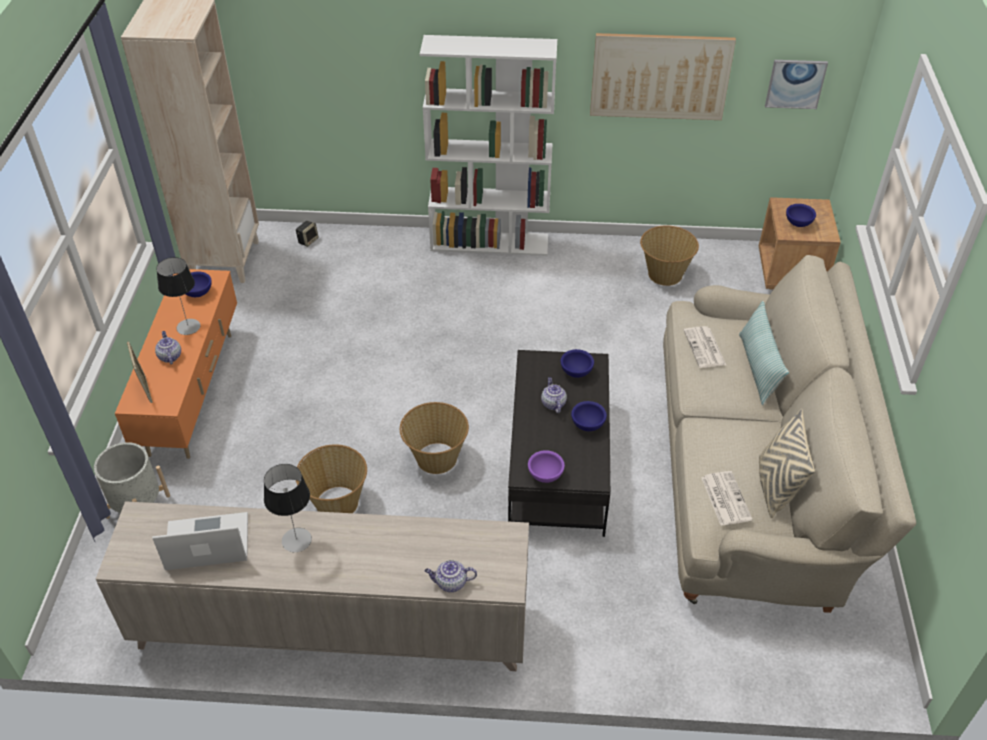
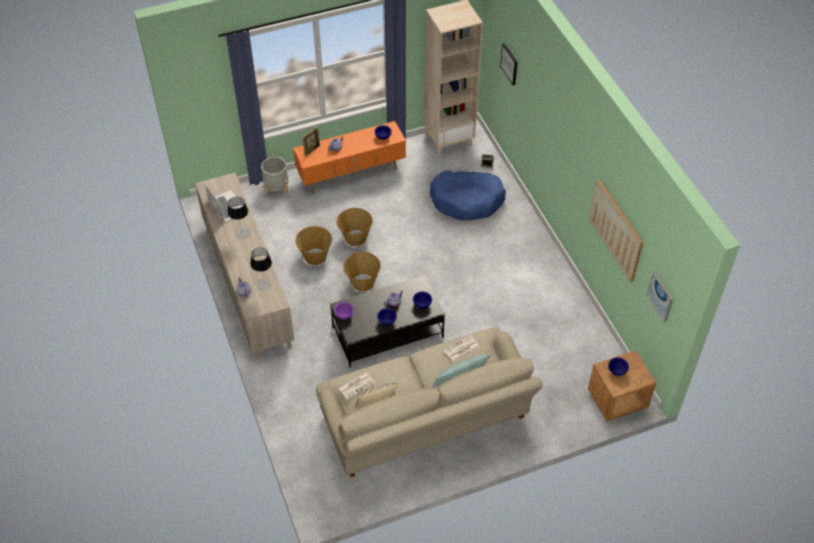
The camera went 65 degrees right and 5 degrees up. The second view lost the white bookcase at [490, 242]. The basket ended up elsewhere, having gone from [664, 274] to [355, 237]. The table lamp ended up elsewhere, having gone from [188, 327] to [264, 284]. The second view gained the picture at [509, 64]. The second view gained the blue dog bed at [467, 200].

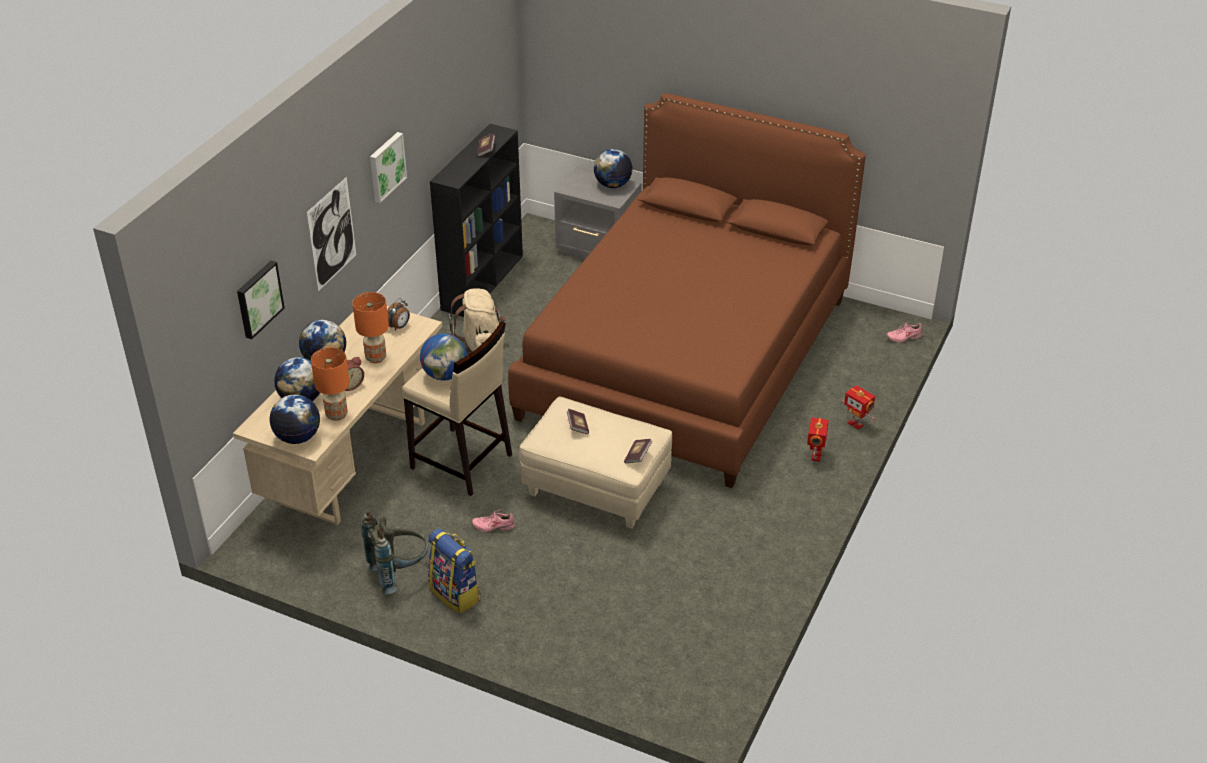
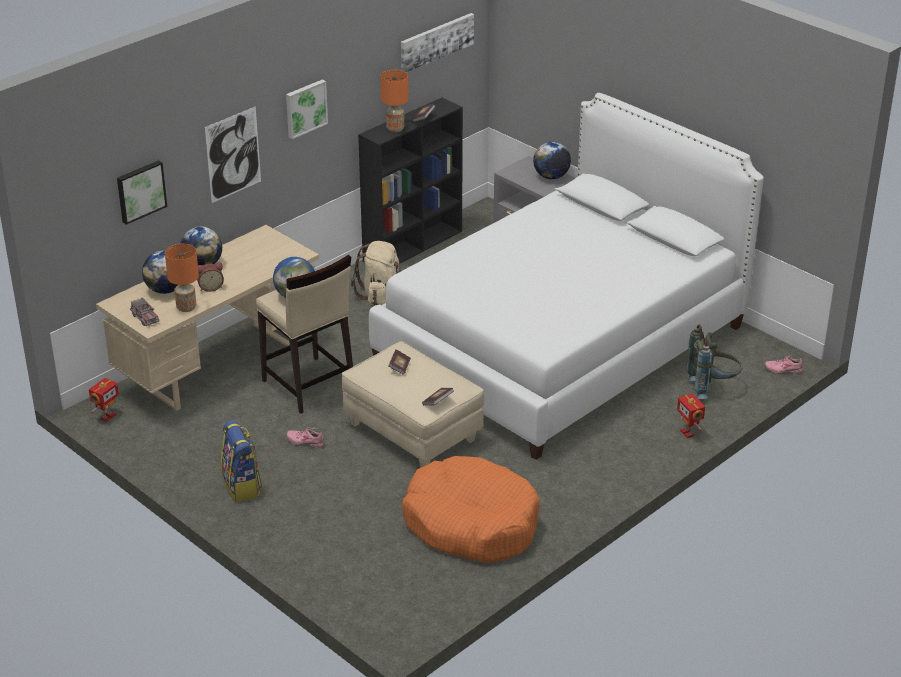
The camera went 20 degrees right and 5 degrees down. What was the brown bed at [687, 357] turned into the white bed at [562, 344]. The orange table lamp ended up elsewhere, having gone from [376, 358] to [395, 129]. The second view lost the alarm clock at [399, 327]. Where the globe stood at [298, 437], the toy truck came to stand at [145, 318]. The toy robot ended up elsewhere, having gone from [815, 456] to [107, 416]. The grey backpack ended up elsewhere, having gone from [399, 572] to [712, 387]. The second view gained the picture at [436, 42]. The second view gained the orange dog bed at [471, 523].

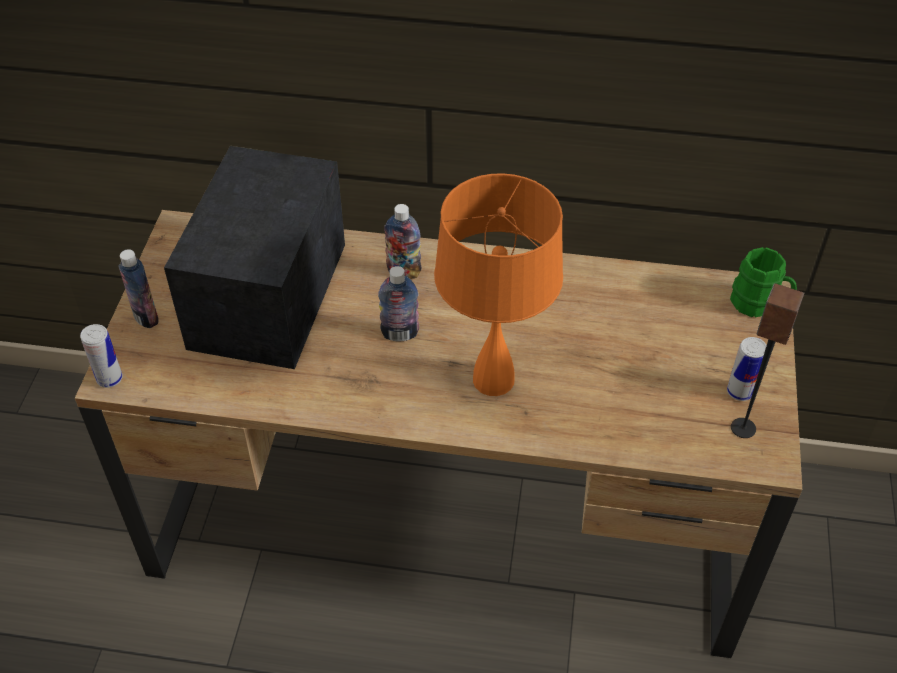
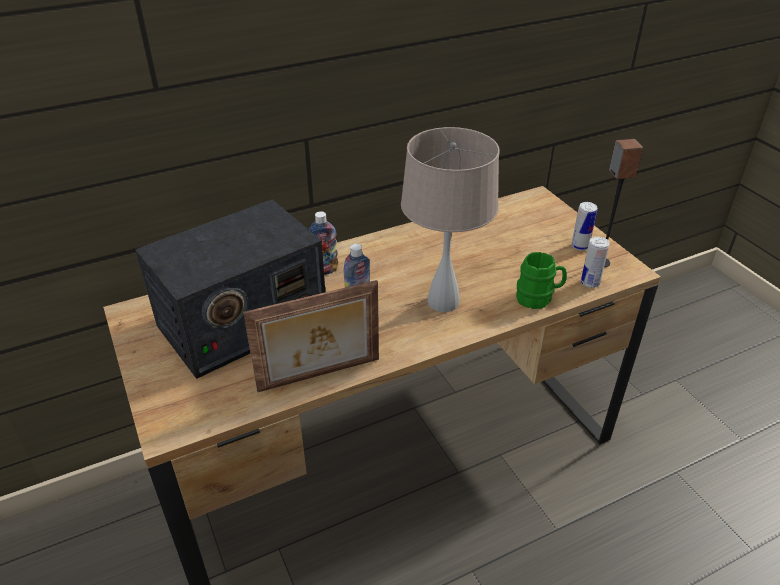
The camera went 35 degrees left and 10 degrees down. The radio at [269, 294] ended up facing another way, 105 degrees counterclockwise from before. What was the orange table lamp at [492, 379] turned into the beige table lamp at [442, 302]. The green mug ended up elsewhere, having gone from [759, 304] to [538, 298]. The second view lost the bottle at [146, 317]. The can ended up elsewhere, having gone from [109, 379] to [590, 283]. The second view gained the picture frame at [320, 376].

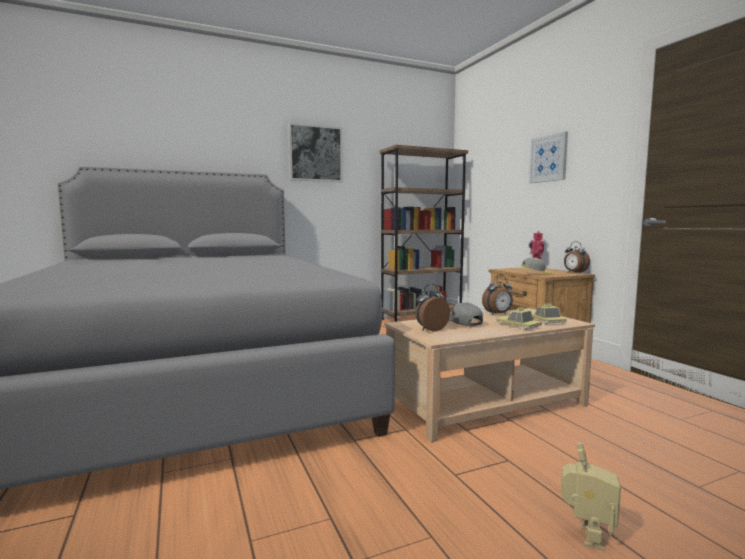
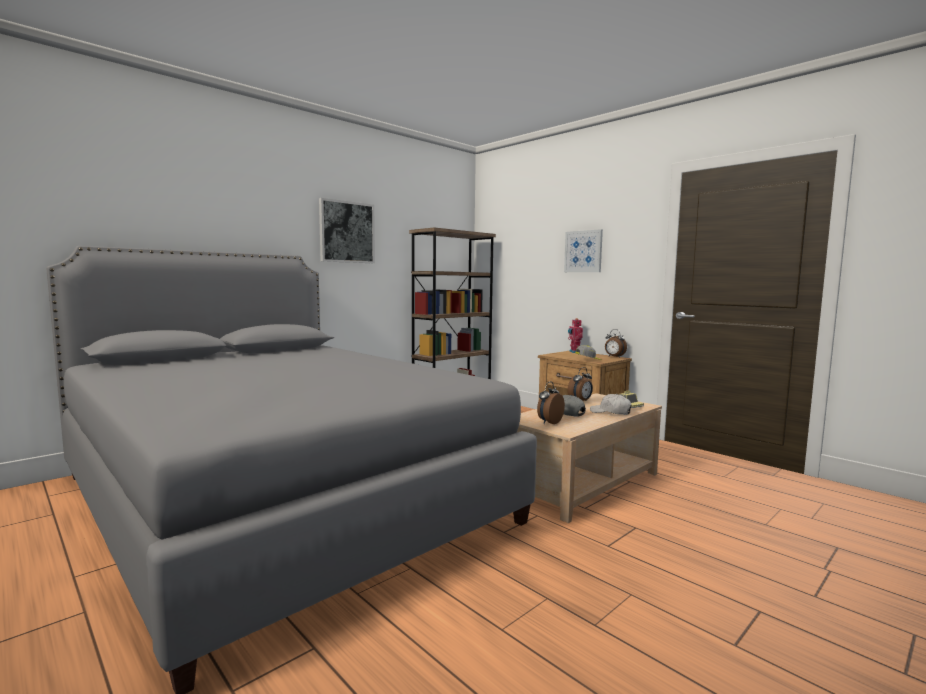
The camera went 20 degrees left and 0 degrees up. Where the toy car stood at [518, 326], the white cap came to stand at [610, 412]. The second view lost the toy robot at [586, 536].

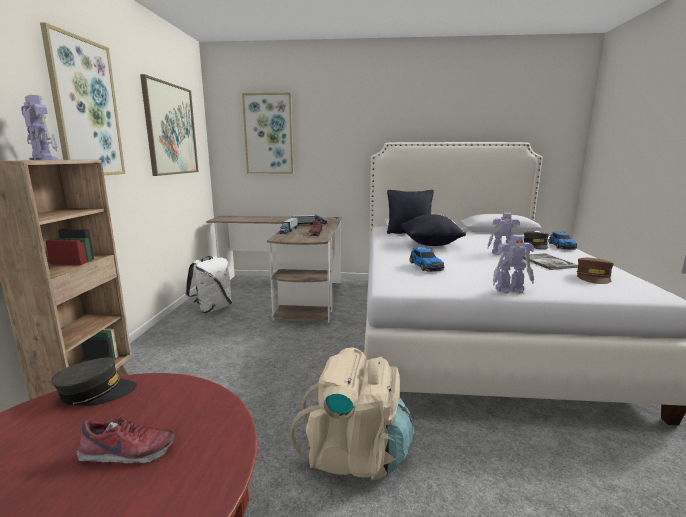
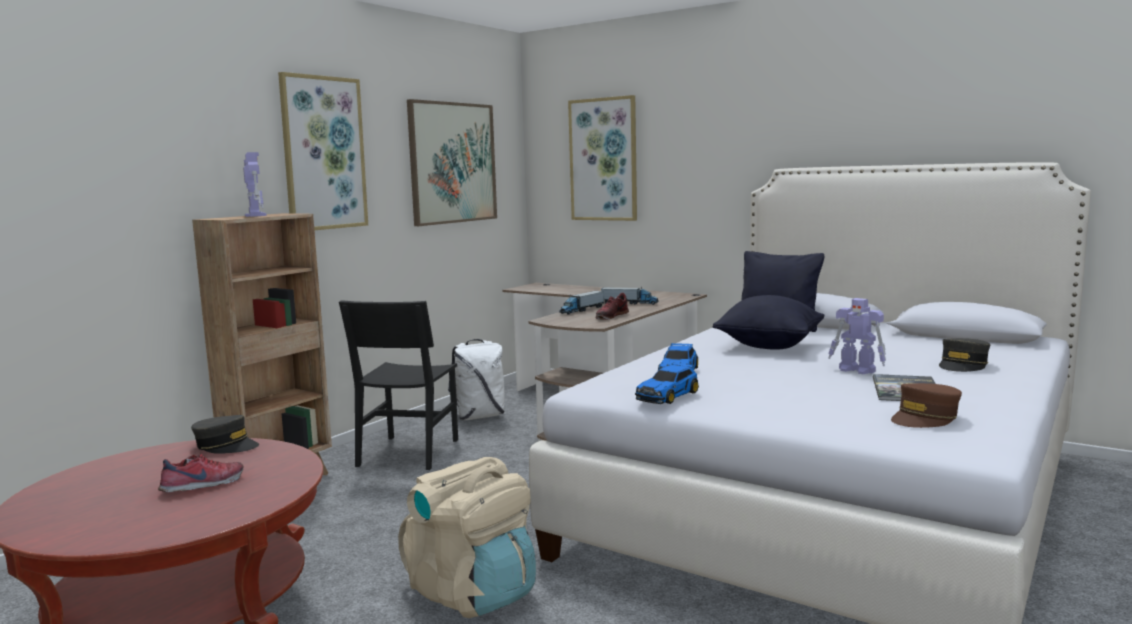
The camera went 30 degrees right and 5 degrees down. The toy car ended up elsewhere, having gone from [562, 246] to [668, 395]. The second view lost the toy robot at [510, 290]. The shoe at [126, 454] ended up facing another way, 60 degrees counterclockwise from before. The second view gained the black chair at [408, 452].

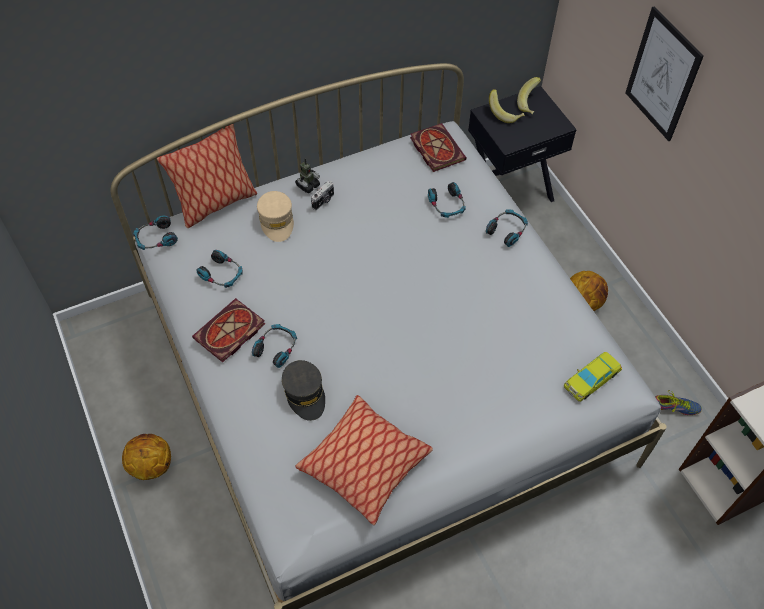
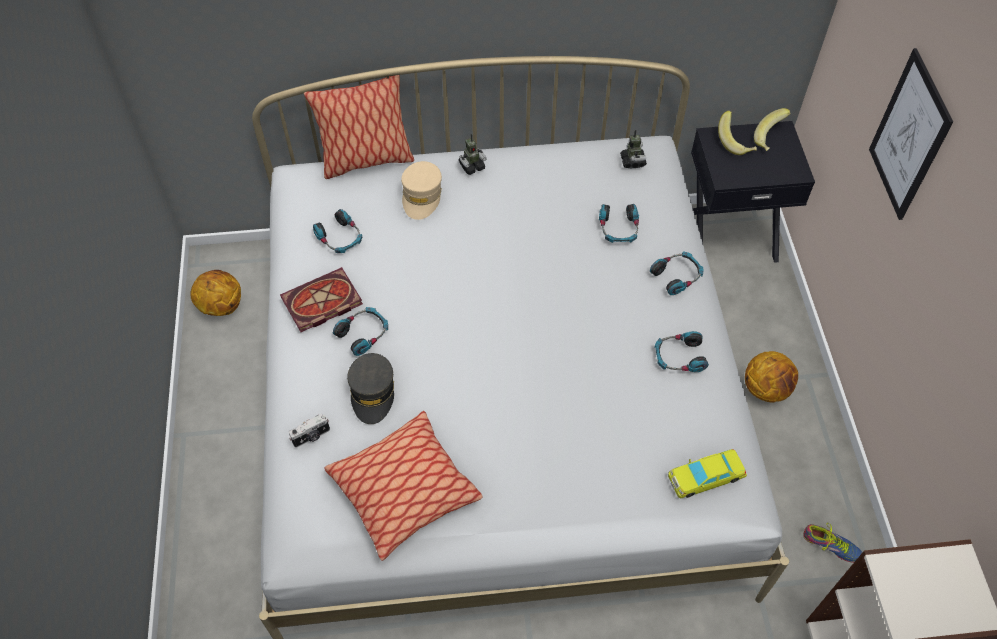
The camera went 20 degrees right and 0 degrees up. Where the book stood at [435, 148], the toy robot came to stand at [632, 161]. The photo camera ended up elsewhere, having gone from [323, 201] to [312, 437]. The headphones ended up elsewhere, having gone from [156, 238] to [679, 357]. The basketball ended up elsewhere, having gone from [150, 466] to [221, 306].

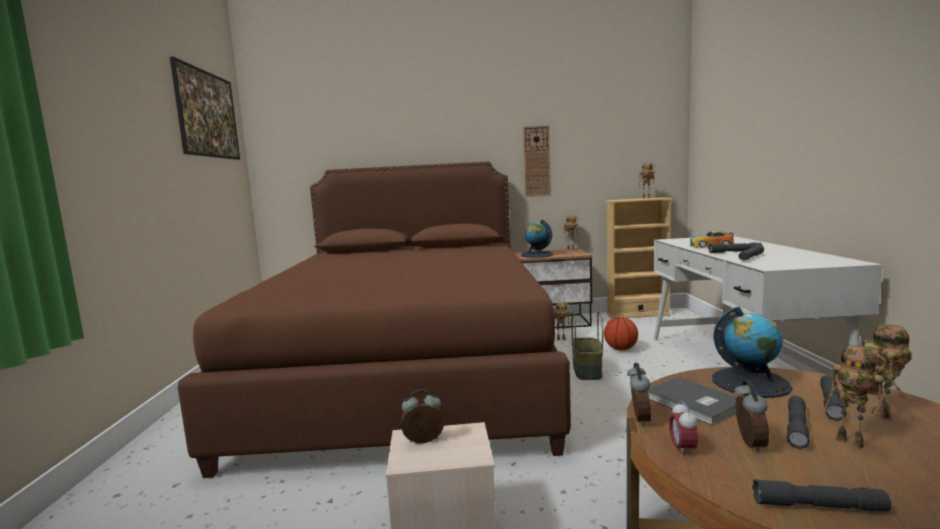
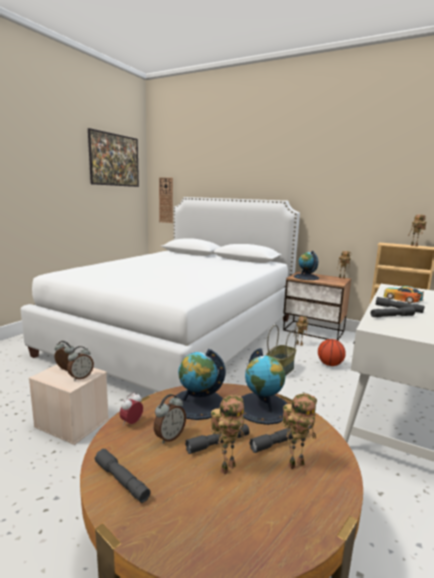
The camera went 30 degrees right and 5 degrees up. The wall clock ended up elsewhere, having gone from [537, 161] to [166, 200]. What was the brown bed at [407, 371] turned into the white bed at [178, 335]. The toy robot at [852, 443] ended up facing another way, 135 degrees counterclockwise from before. The alarm clock ended up elsewhere, having gone from [638, 419] to [81, 377]. Where the grey book stood at [693, 403], the globe came to stand at [197, 404].

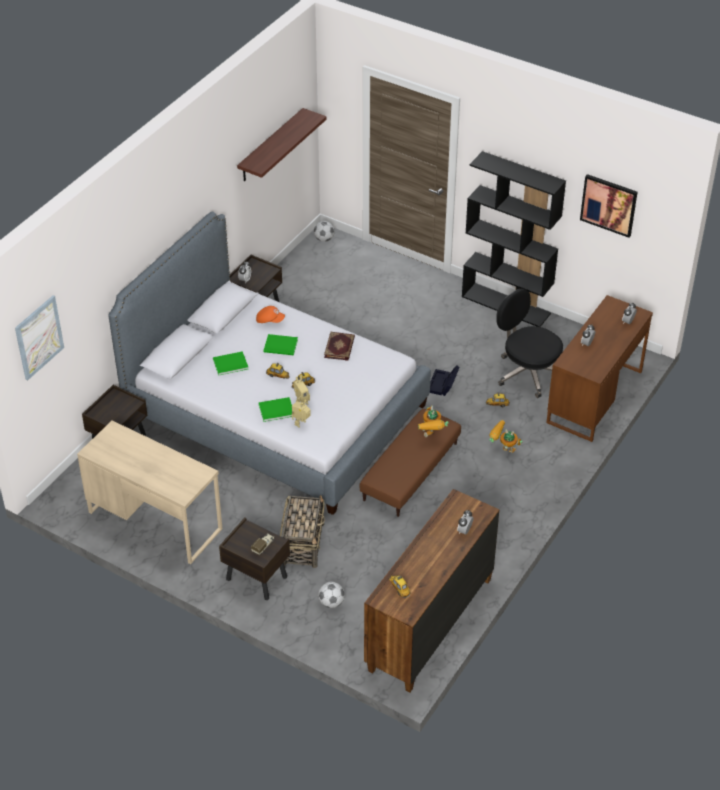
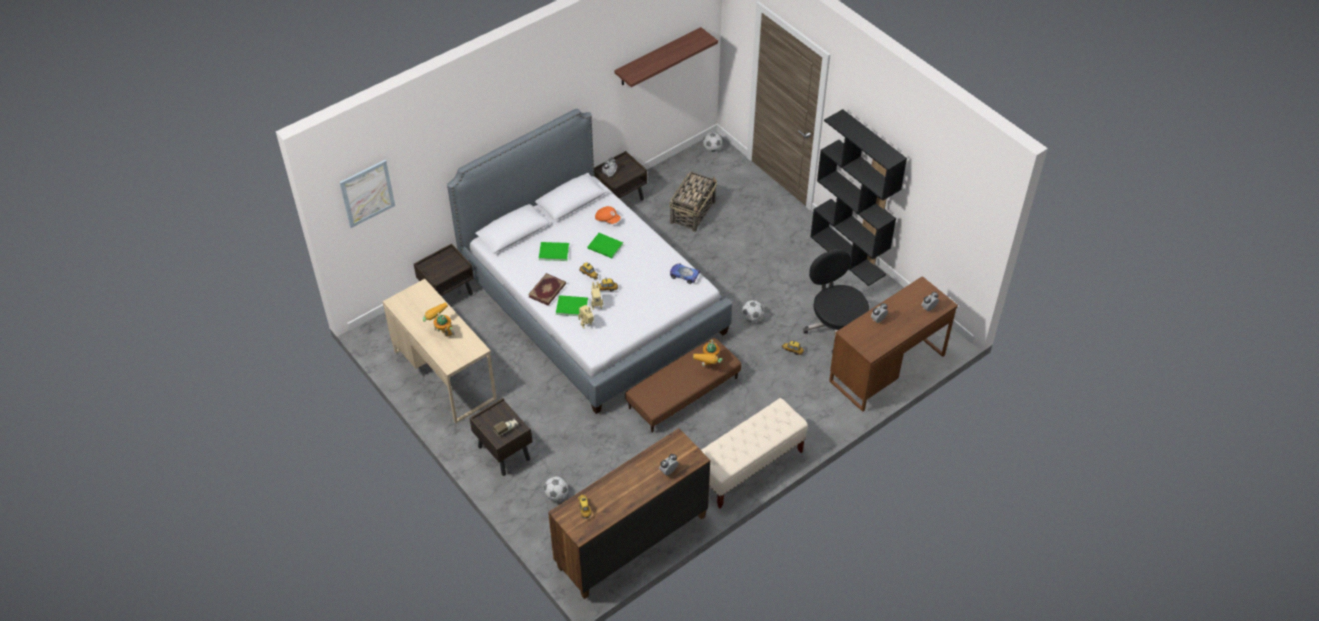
The camera went 20 degrees right and 5 degrees up. The second view lost the picture at [609, 205]. The book ended up elsewhere, having gone from [340, 347] to [548, 291]. Where the black storage box stood at [443, 385], the football came to stand at [752, 318]. The toy robot ended up elsewhere, having gone from [502, 450] to [442, 331]. The basket ended up elsewhere, having gone from [303, 543] to [693, 212]. The second view gained the toy car at [684, 275]. The second view gained the beige bench at [748, 467].

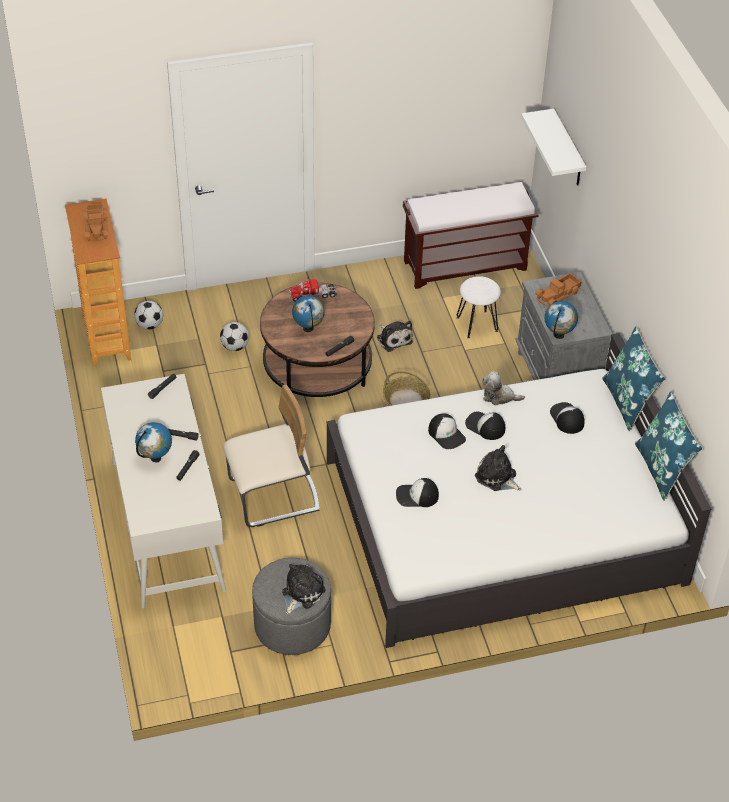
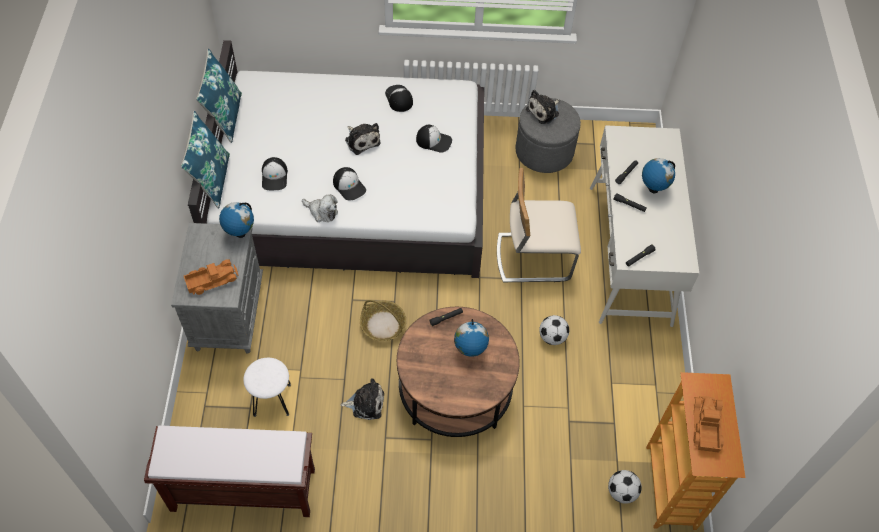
The camera went 165 degrees left and 10 degrees up. The second view lost the white shelf at [568, 150]. The second view lost the toy truck at [313, 295]. The plush toy at [393, 339] ended up facing another way, 105 degrees clockwise from before. The football ended up elsewhere, having gone from [235, 346] to [552, 337]. The cap ended up elsewhere, having gone from [446, 434] to [398, 99].

